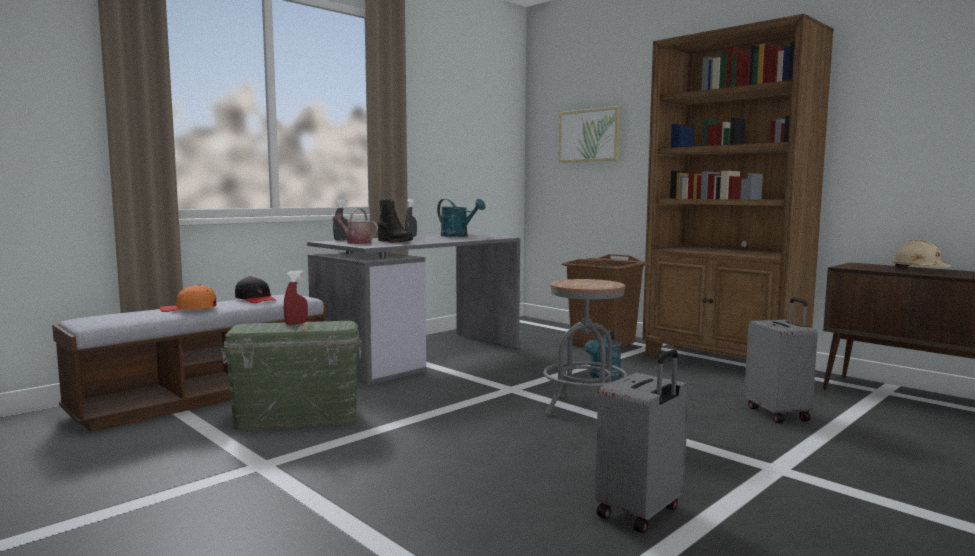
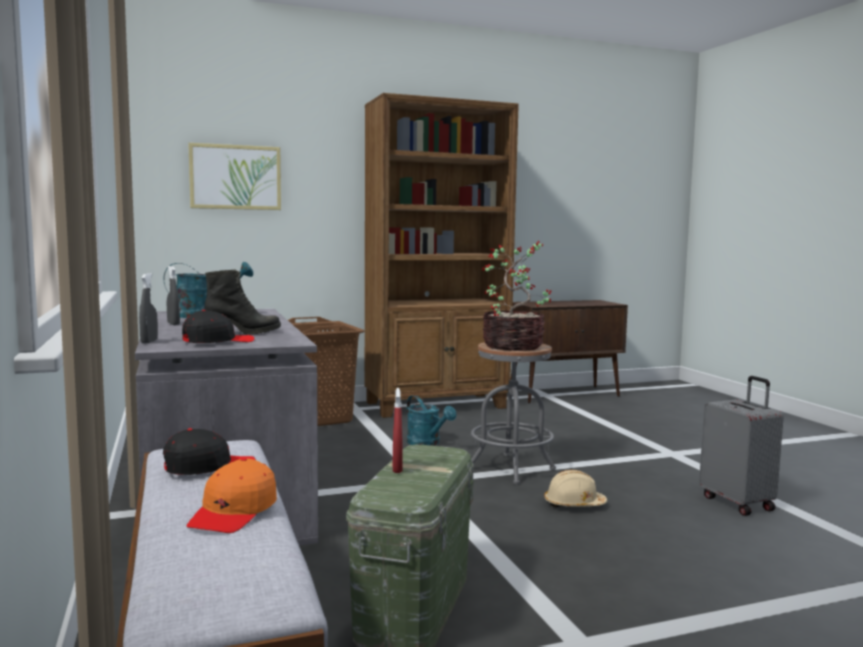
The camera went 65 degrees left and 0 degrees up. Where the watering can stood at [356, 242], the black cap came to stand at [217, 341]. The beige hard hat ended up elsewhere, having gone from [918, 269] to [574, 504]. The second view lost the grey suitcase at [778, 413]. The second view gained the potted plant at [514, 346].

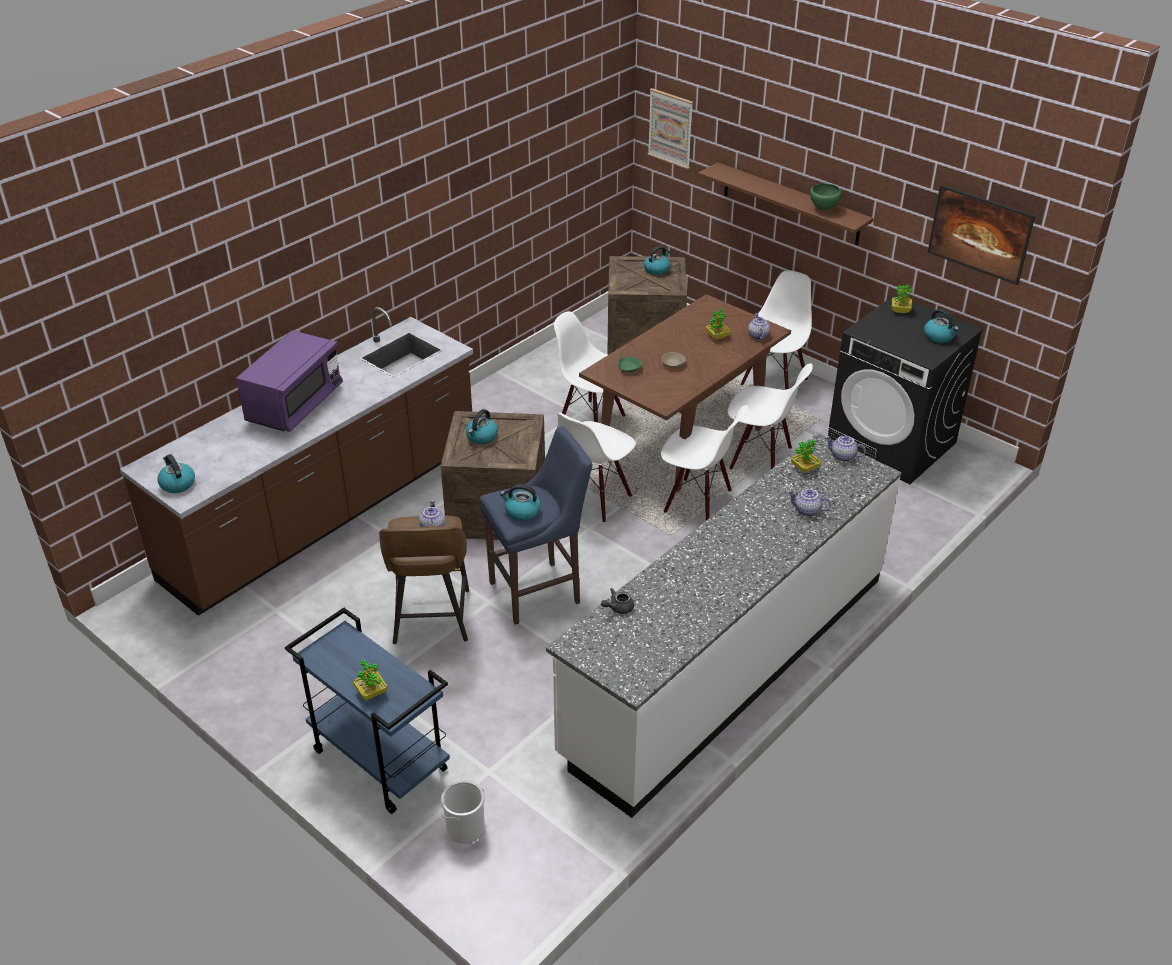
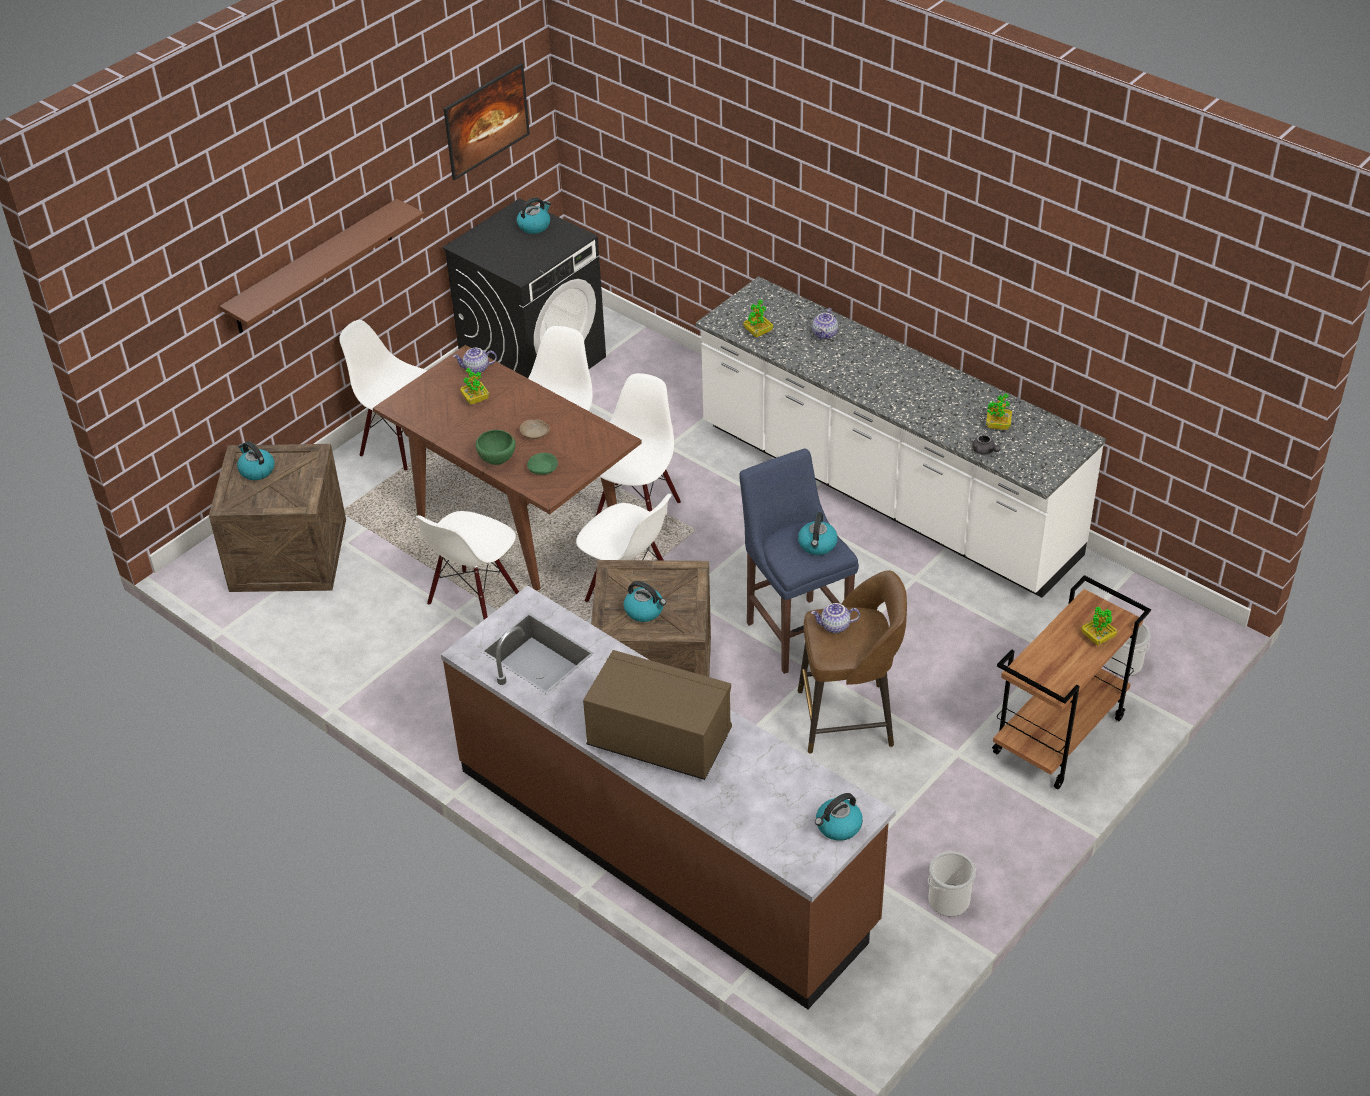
The camera went 90 degrees left and 5 degrees up. The second view lost the picture at [670, 128]. The green bowl ended up elsewhere, having gone from [823, 209] to [498, 461]. The potted plant ended up elsewhere, having gone from [900, 310] to [998, 425]. What was the purple microwave at [295, 405] turned into the brown microwave at [659, 741]. The second view lost the teapot at [842, 457]. What was the blue cart at [378, 760] turned into the brown cart at [1058, 737]. The second view gained the bucket at [948, 900].

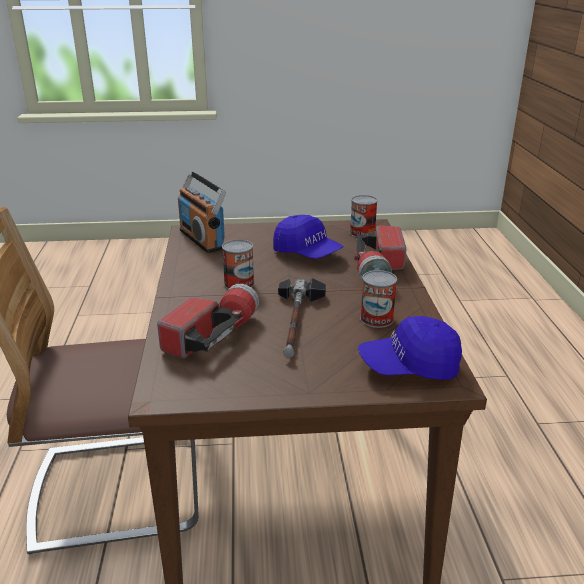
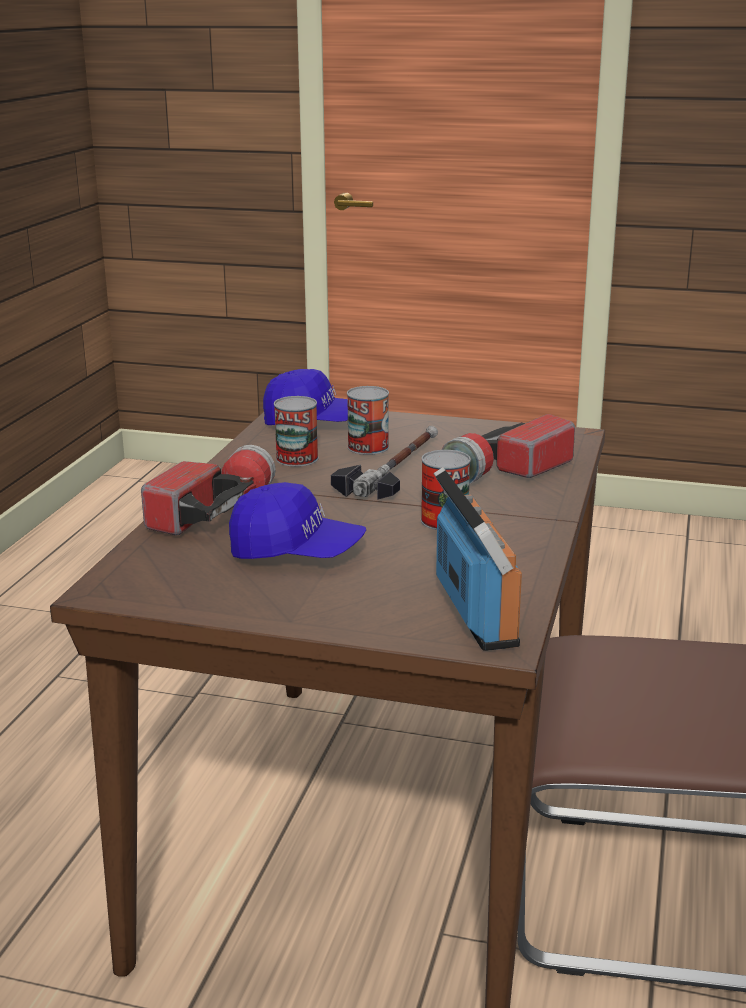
The camera went 160 degrees left and 5 degrees down. The can ended up elsewhere, having gone from [362, 233] to [368, 447]. The blue cap at [307, 253] ended up facing another way, 135 degrees clockwise from before.

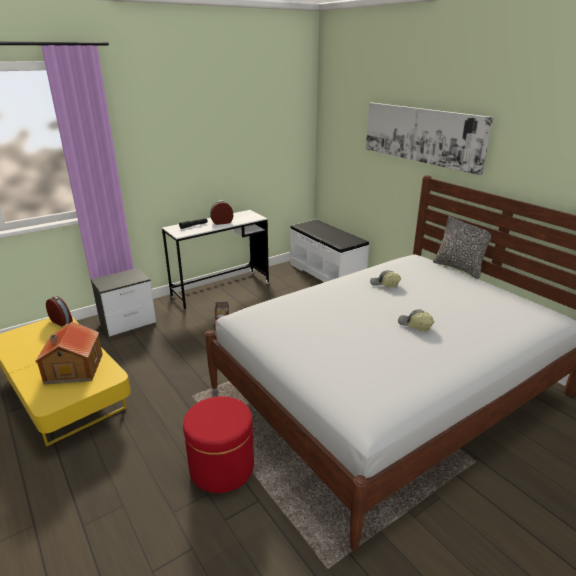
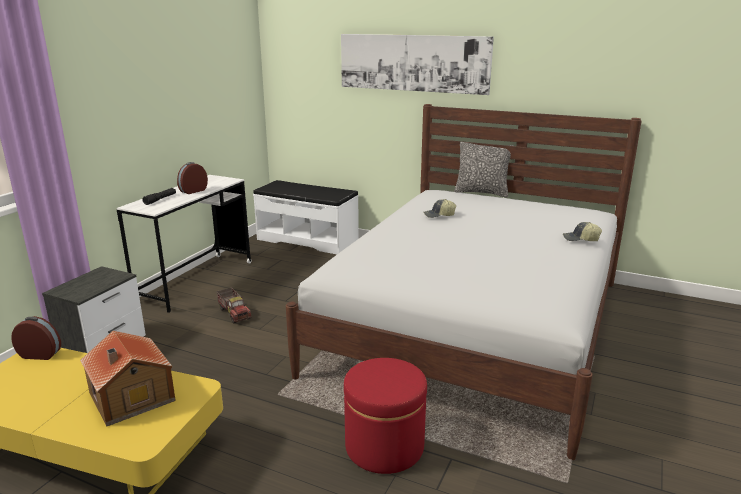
The camera went 30 degrees left and 5 degrees down. The cap ended up elsewhere, having gone from [414, 325] to [580, 239].

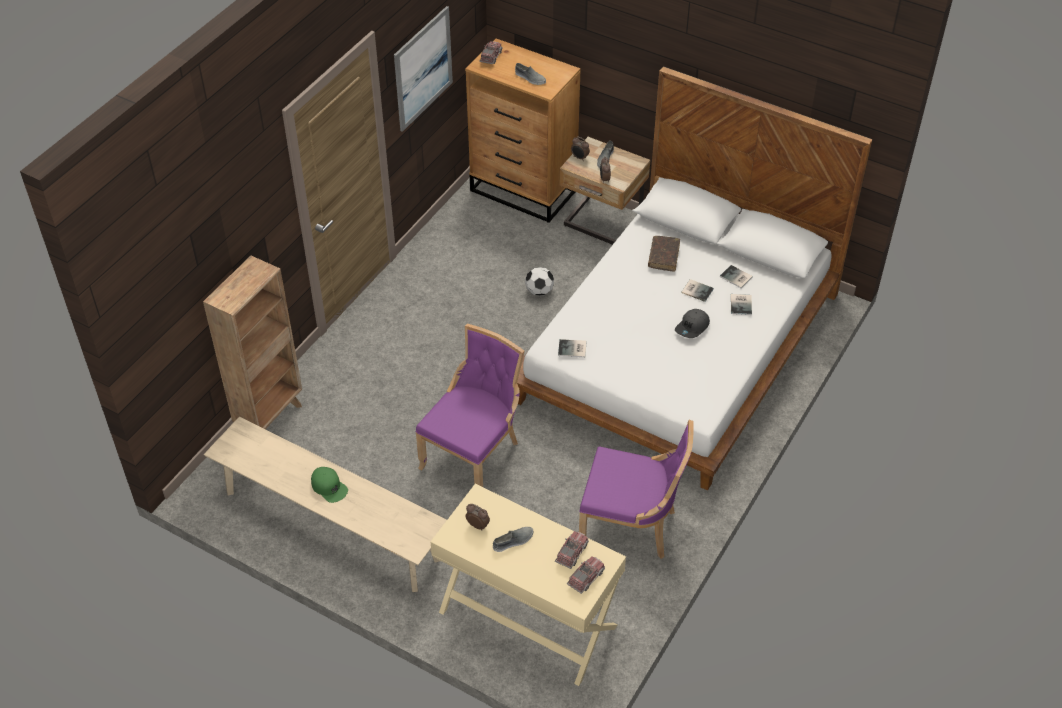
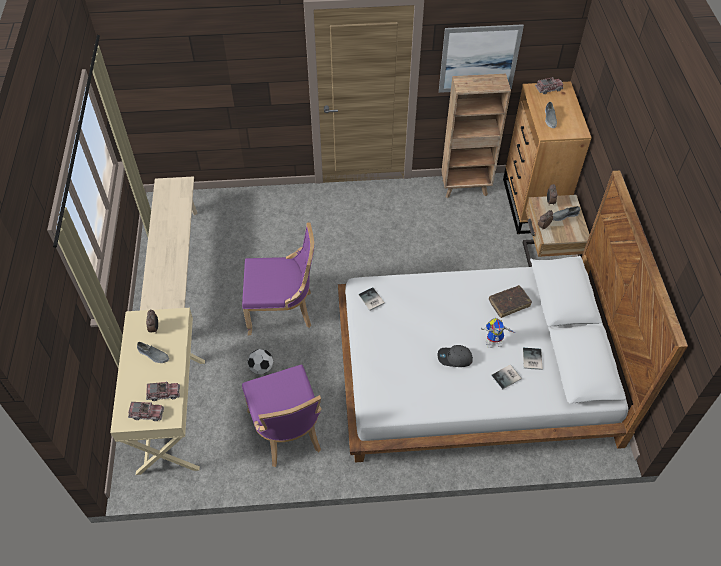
The camera went 55 degrees right and 5 degrees up. The brown bookcase ended up elsewhere, having gone from [271, 417] to [465, 188]. The football ended up elsewhere, having gone from [539, 291] to [261, 368]. Where the book stood at [697, 290], the toy robot came to stand at [494, 341]. The second view lost the green cap at [329, 487].

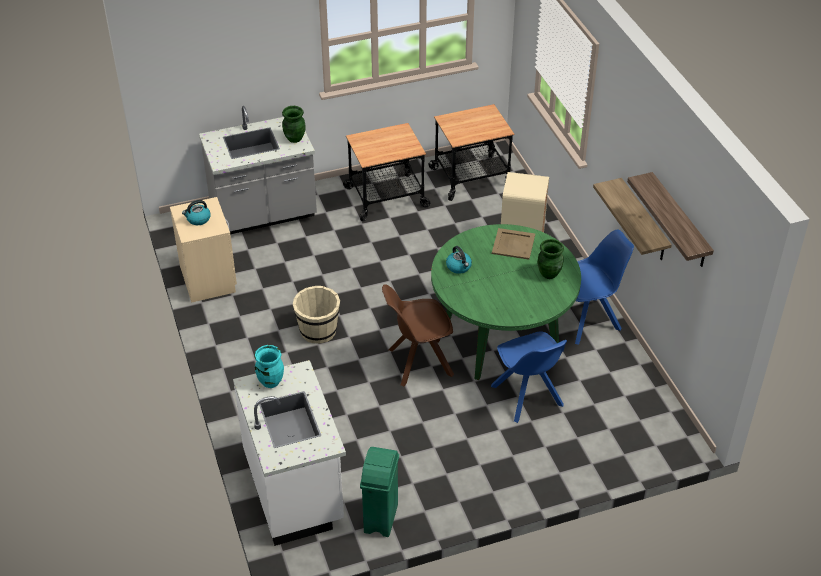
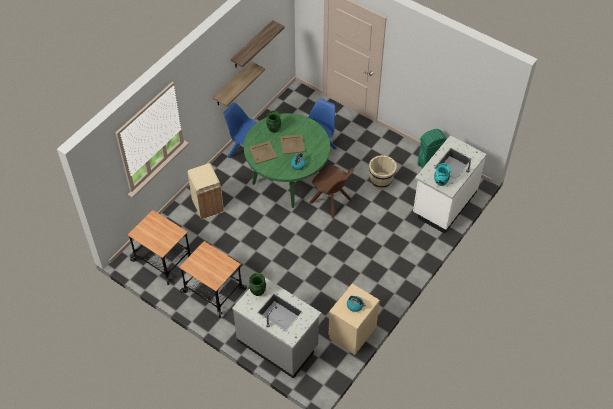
The camera went 125 degrees left and 10 degrees up. The beige bucket ended up elsewhere, having gone from [318, 331] to [381, 180]. The second view gained the beige tray at [292, 144].

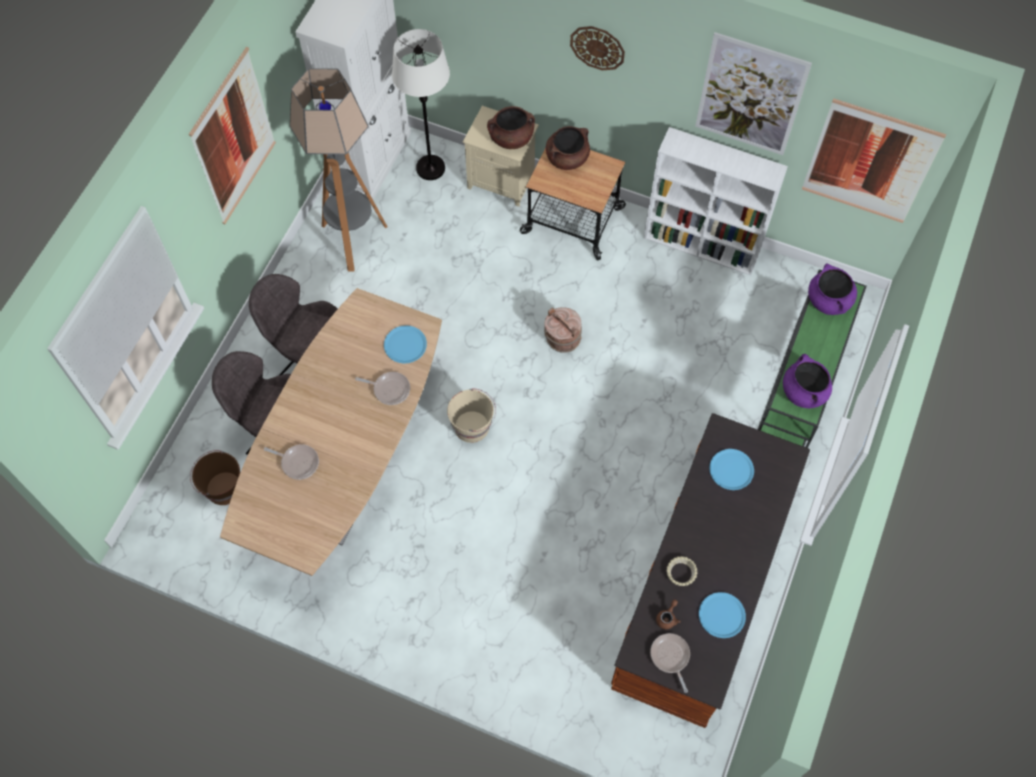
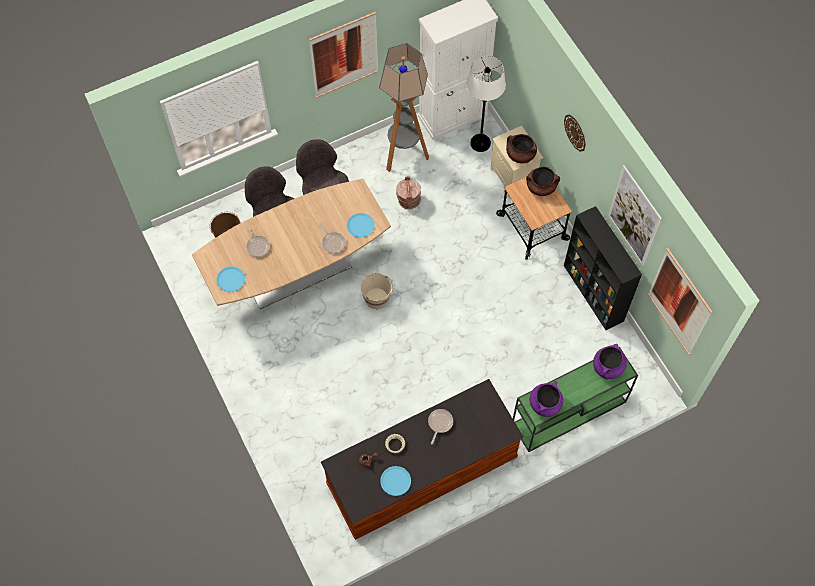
The camera went 40 degrees right and 0 degrees up. What was the white bookcase at [702, 245] turned into the black bookcase at [594, 293]. The brown bucket ended up elsewhere, having gone from [562, 339] to [408, 200]. The blue plate ended up elsewhere, having gone from [731, 469] to [231, 279]. The frying pan ended up elsewhere, having gone from [670, 657] to [439, 423].

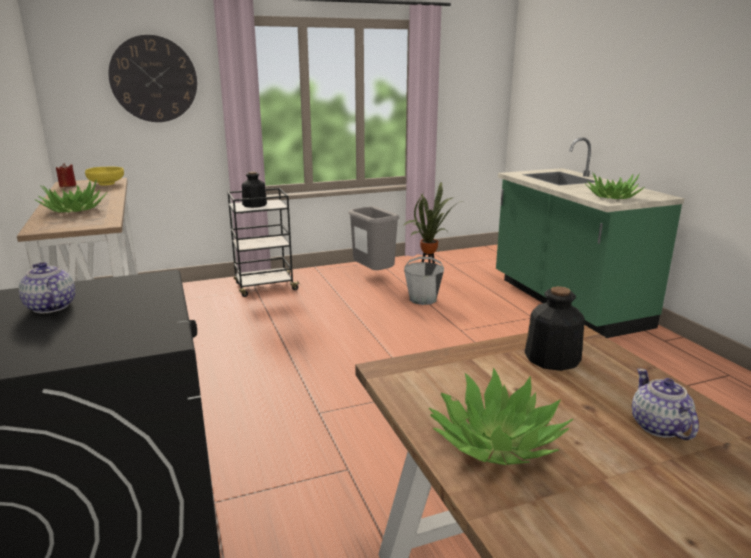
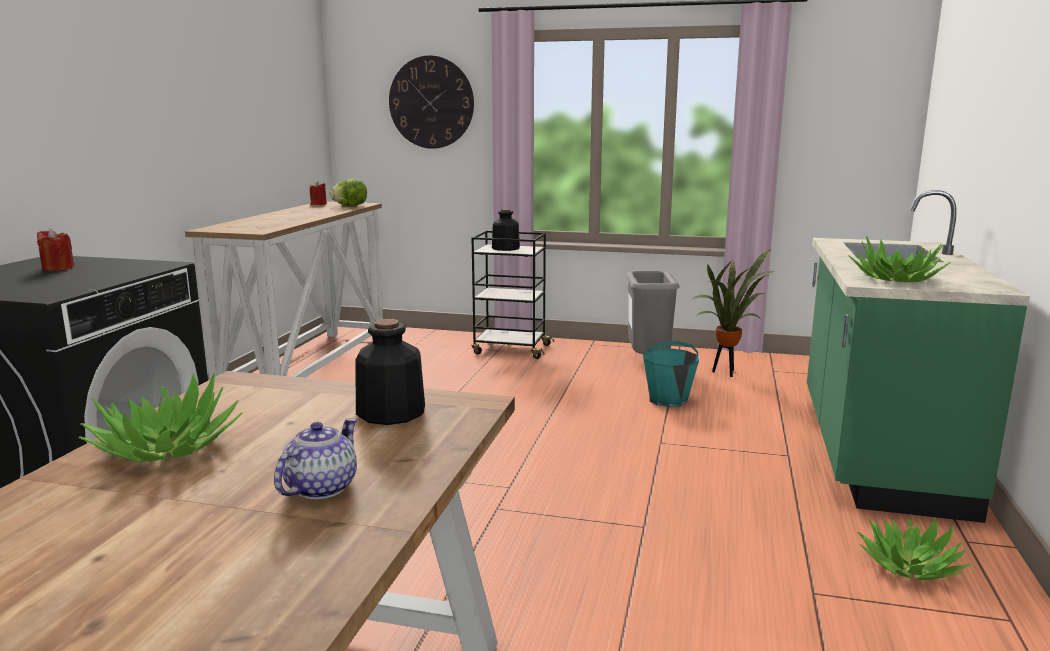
The camera went 35 degrees right and 5 degrees down. Where the yellow bowl stood at [106, 184], the lettuce came to stand at [350, 206]. The potted plant ended up elsewhere, having gone from [74, 209] to [909, 566]. What was the grey bucket at [423, 299] turned into the turquoise bucket at [668, 400]. Where the teapot stood at [50, 307], the red candle came to stand at [57, 268].

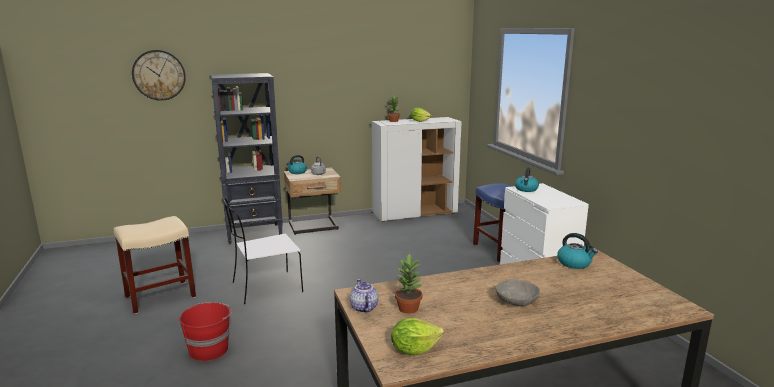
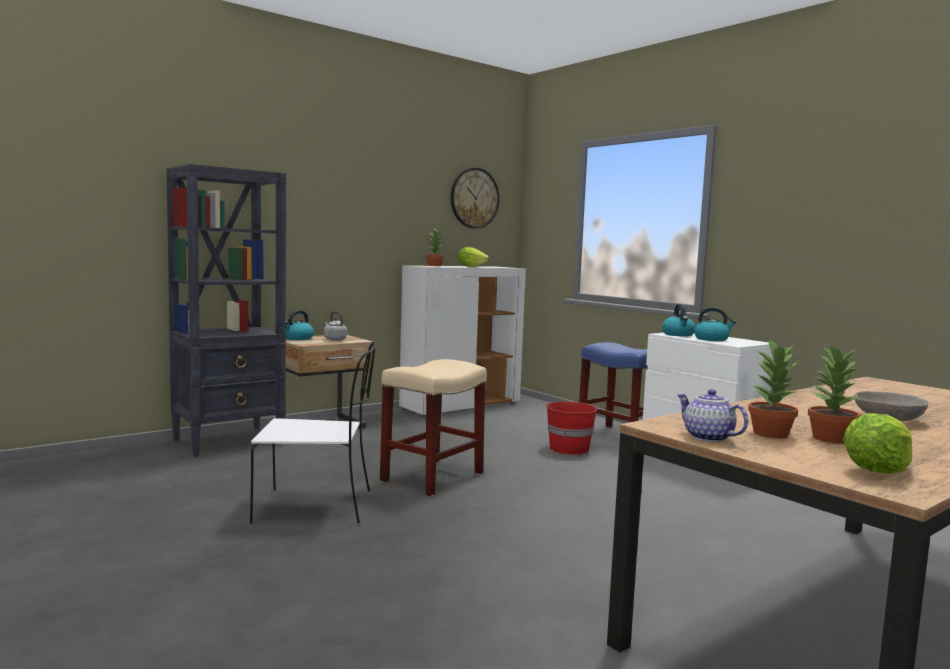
The camera went 20 degrees left and 10 degrees down. The wall clock ended up elsewhere, having gone from [159, 75] to [474, 198]. The white chair at [265, 288] ended up facing another way, 135 degrees counterclockwise from before. The beige stool ended up elsewhere, having gone from [161, 296] to [432, 477]. The kettle ended up elsewhere, having gone from [574, 263] to [712, 339]. The red bucket ended up elsewhere, having gone from [209, 349] to [569, 448]. The second view gained the potted plant at [829, 438].

